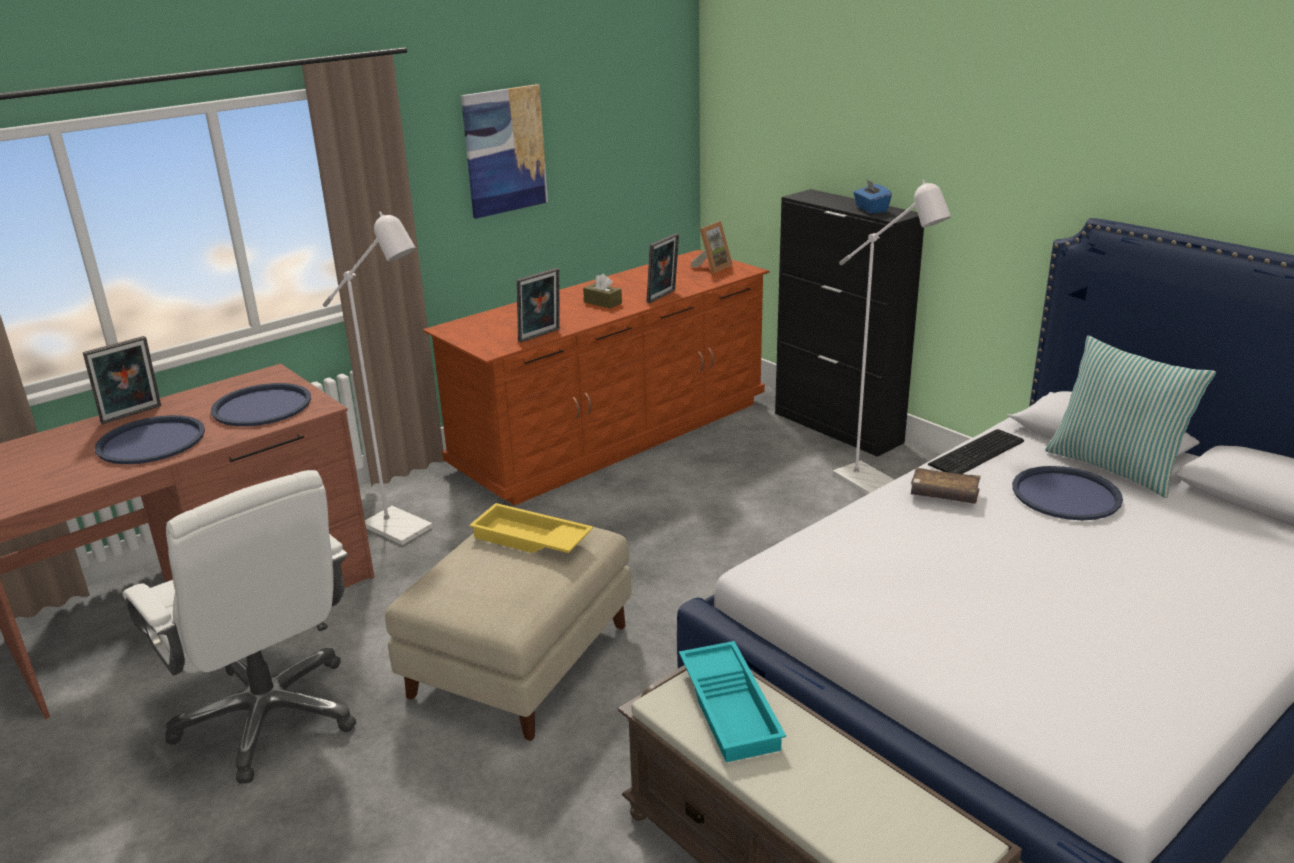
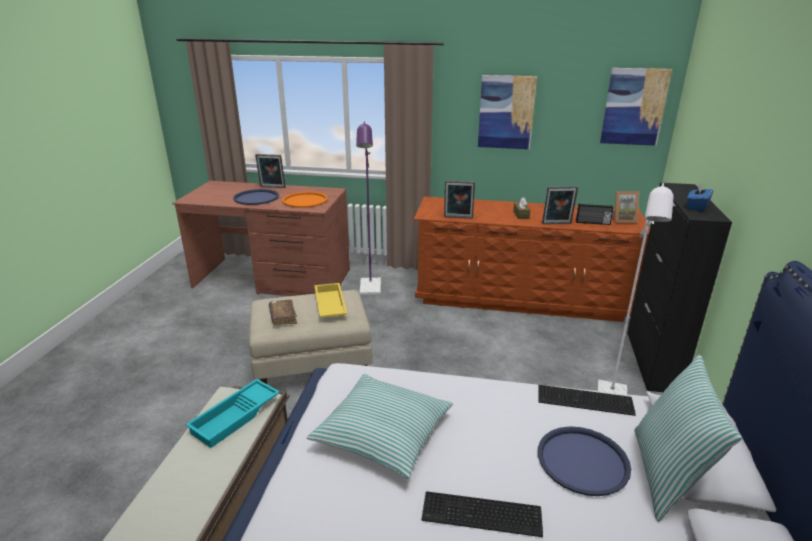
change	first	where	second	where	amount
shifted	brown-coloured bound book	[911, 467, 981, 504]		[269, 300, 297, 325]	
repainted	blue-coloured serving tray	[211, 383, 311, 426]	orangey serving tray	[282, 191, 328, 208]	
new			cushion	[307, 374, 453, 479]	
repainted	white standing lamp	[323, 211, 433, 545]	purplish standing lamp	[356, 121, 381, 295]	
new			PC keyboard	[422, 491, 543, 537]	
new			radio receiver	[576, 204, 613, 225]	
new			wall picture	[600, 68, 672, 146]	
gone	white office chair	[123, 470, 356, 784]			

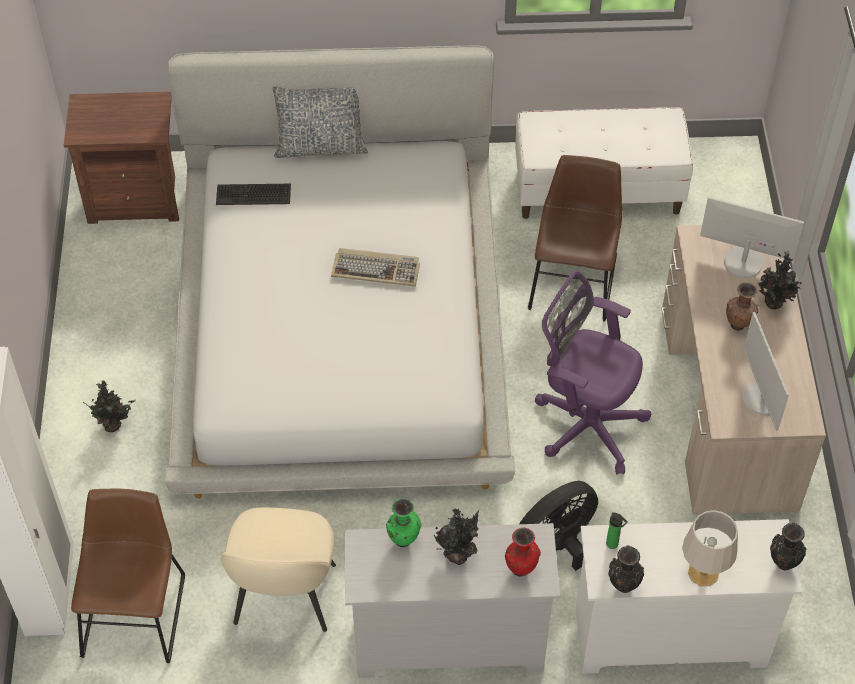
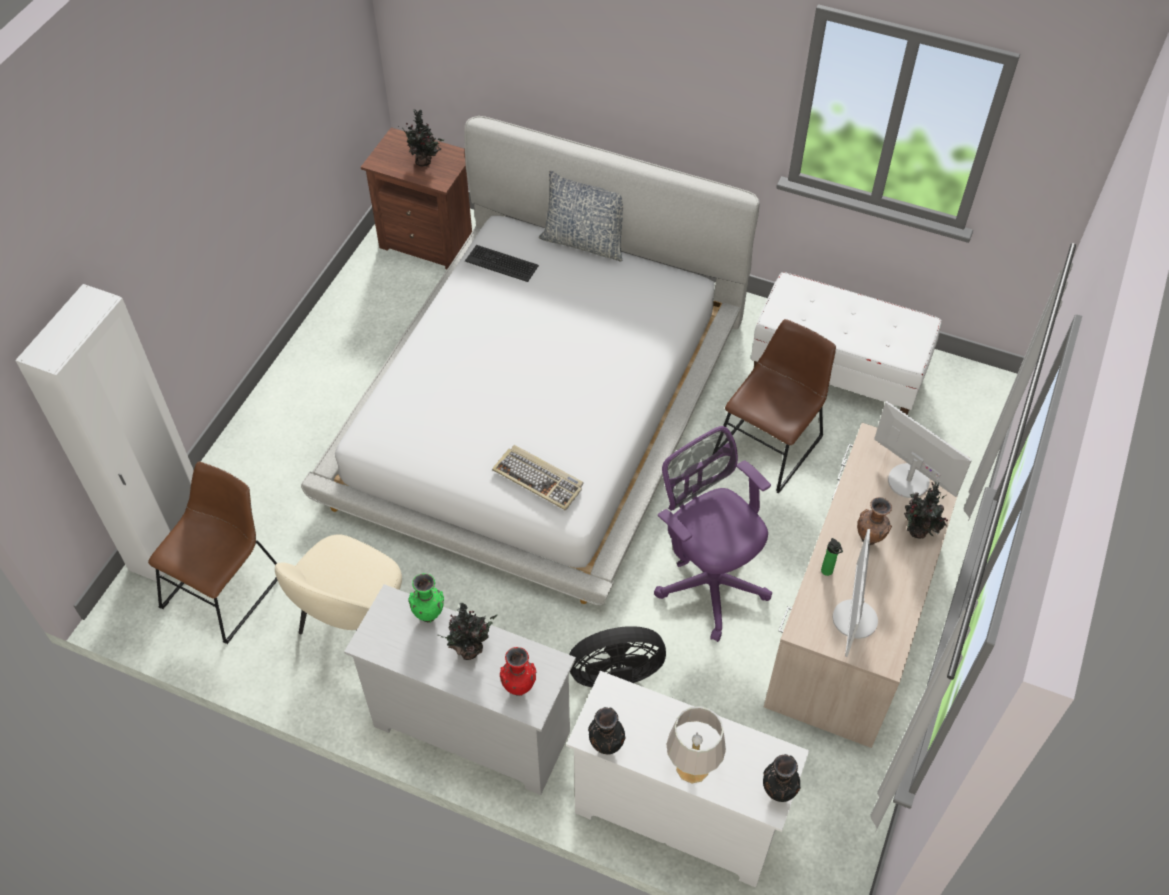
change	first	where	second	where	amount
shifted	potted plant	[80, 381, 136, 432]		[398, 110, 444, 167]	
shifted	PC keyboard	[331, 248, 420, 287]		[492, 445, 583, 510]	
shifted	drink bottle	[606, 512, 628, 549]		[821, 538, 843, 576]	

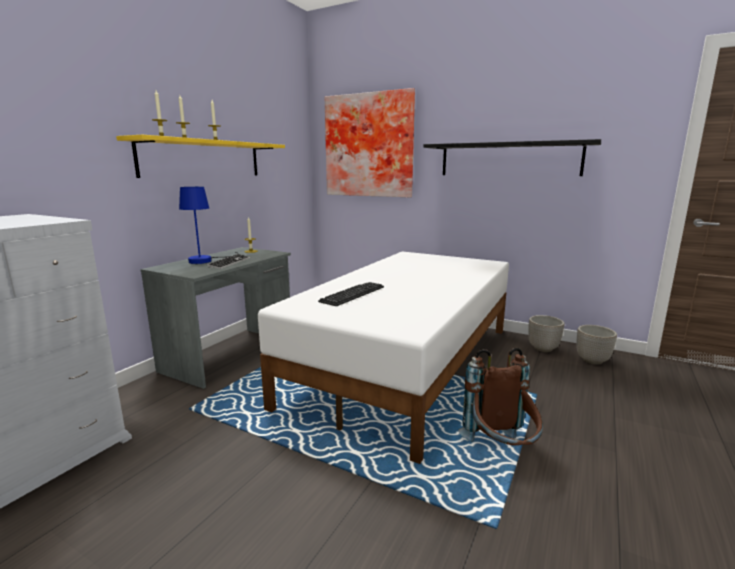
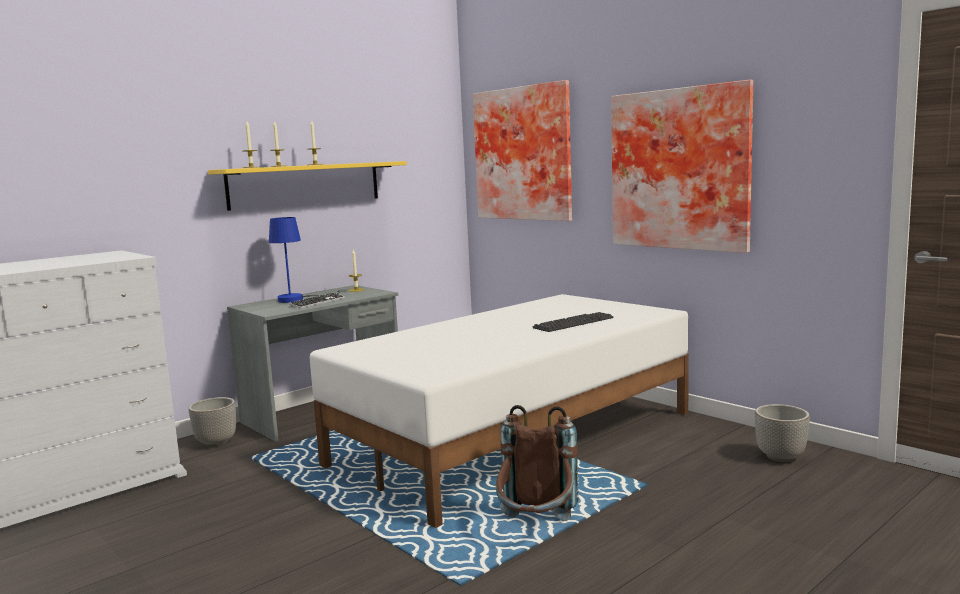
change	first	where	second	where	amount
shifted	flower pot	[528, 315, 564, 352]		[189, 397, 236, 447]	
shifted	PC keyboard	[318, 282, 384, 306]		[532, 312, 614, 332]	
swapped	black wall shelf	[423, 139, 601, 176]	wall picture	[611, 80, 753, 253]	

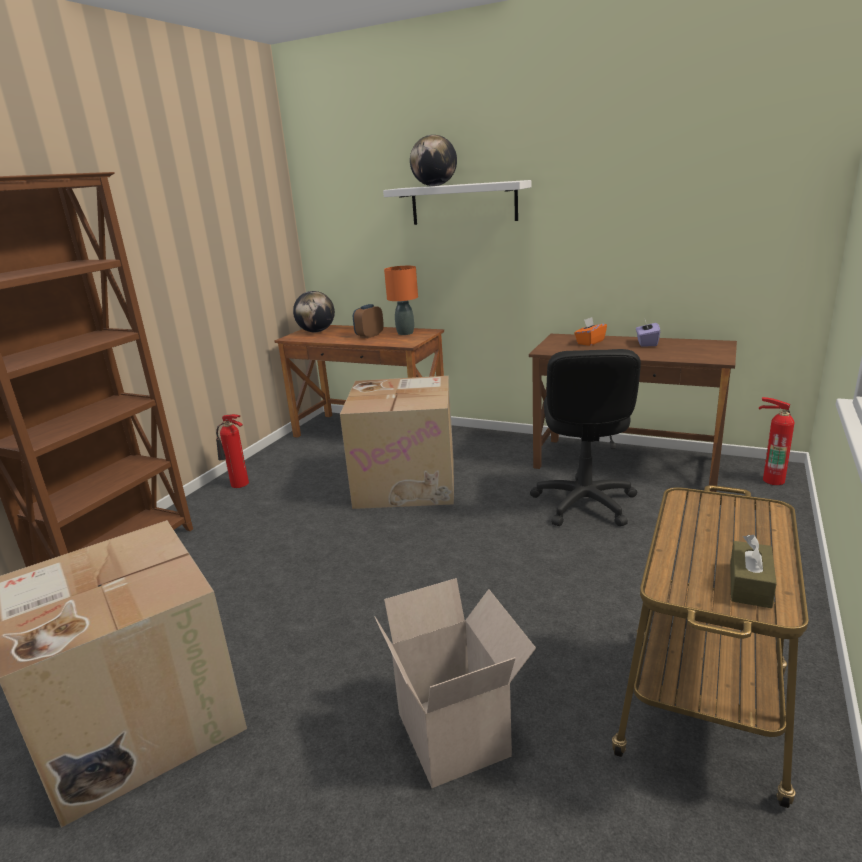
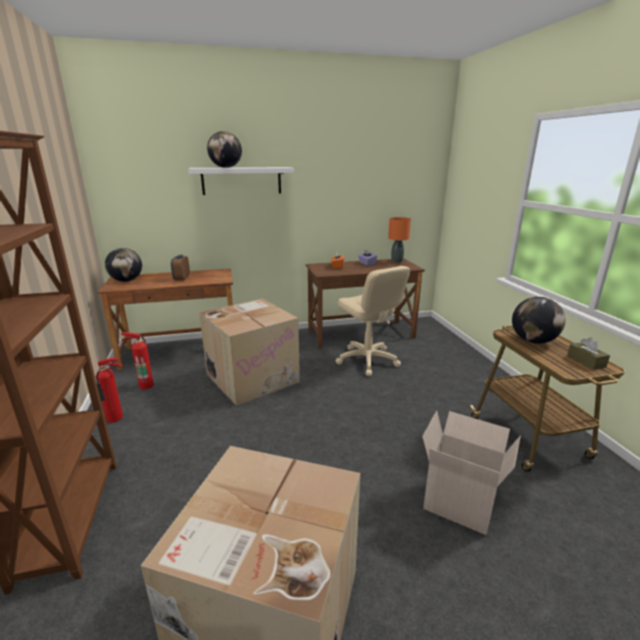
change	first	where	second	where	amount
shifted	extinguisher	[759, 397, 795, 485]		[121, 332, 154, 389]	
repainted	black office chair	[530, 349, 641, 526]	beige office chair	[336, 266, 410, 376]	
shifted	orangey table lamp	[384, 266, 418, 335]		[388, 217, 411, 263]	
new			desk globe	[512, 297, 565, 344]	

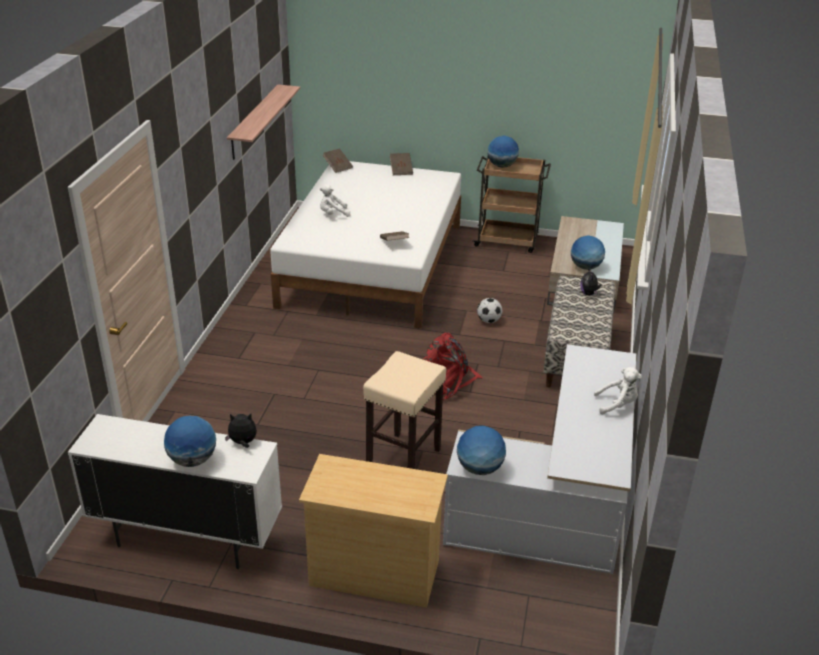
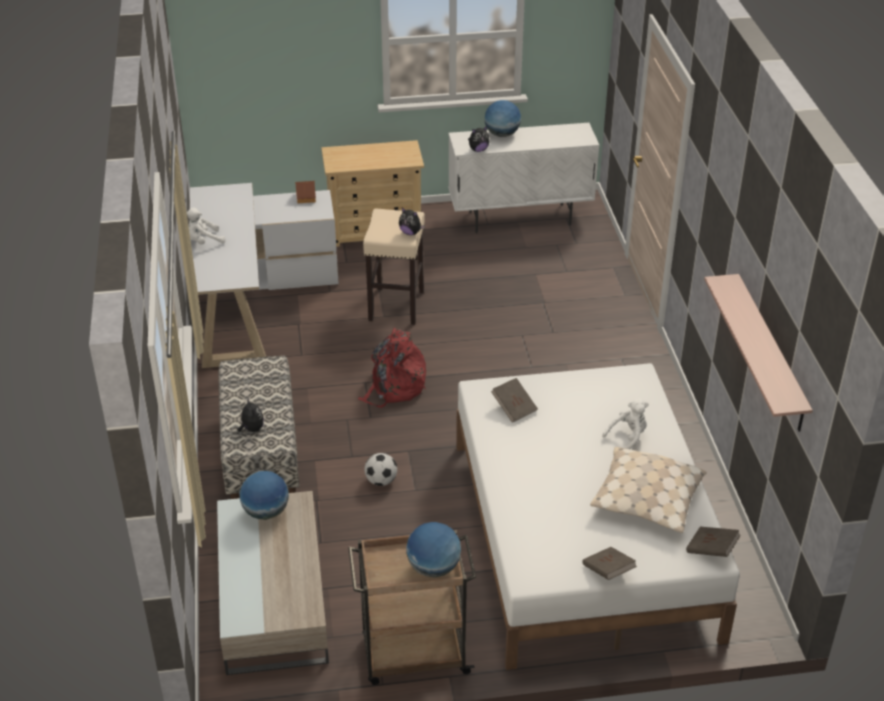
change	first	where	second	where	amount
swapped	desk globe	[457, 426, 506, 475]	toy house	[295, 181, 316, 204]	
new			plush toy	[399, 208, 425, 235]	
new			beige cushion	[590, 447, 707, 533]	

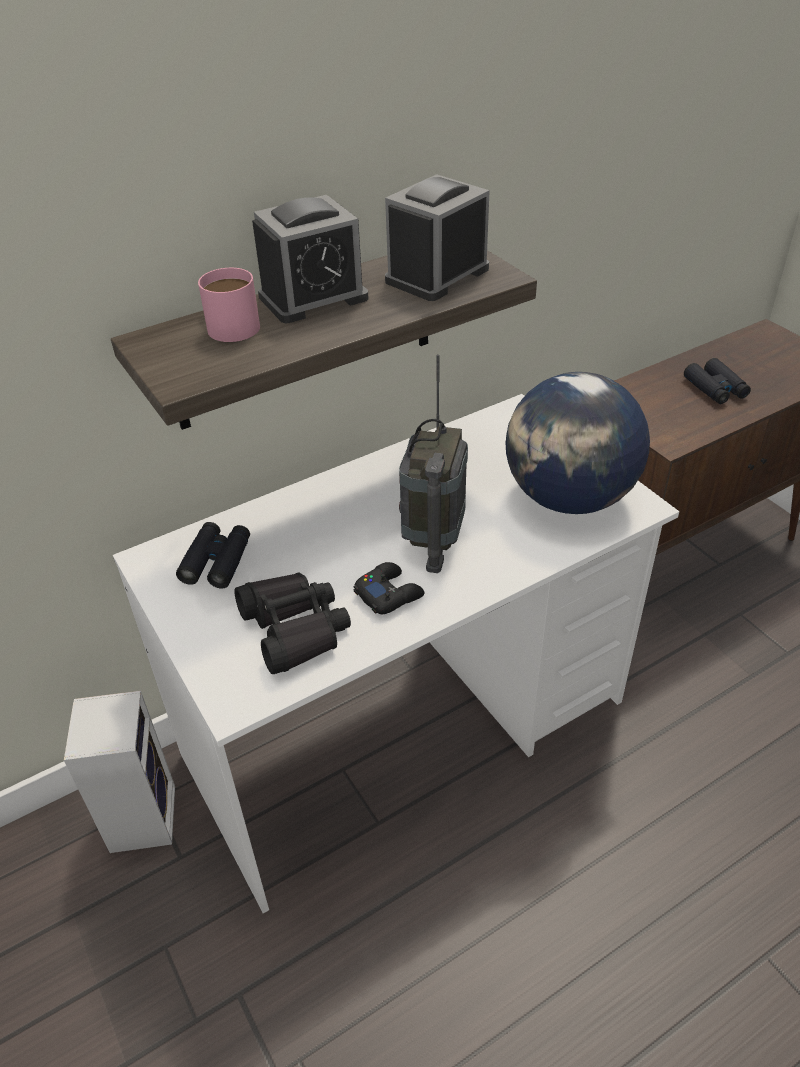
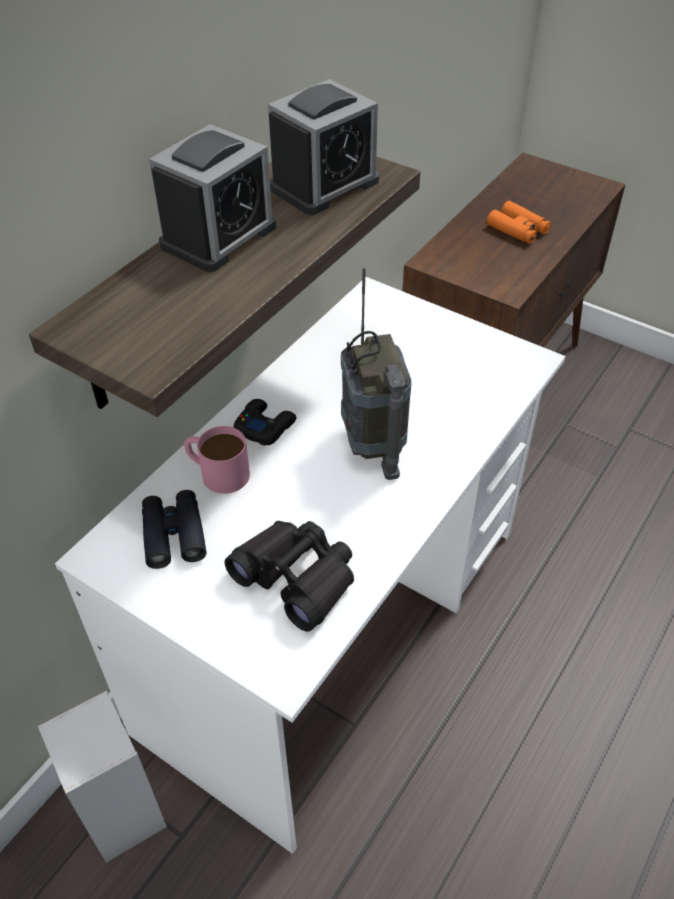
change	first	where	second	where	amount
shifted	pink-coloured tea mug	[198, 268, 260, 342]		[184, 426, 250, 494]	
shifted	black game controller	[353, 562, 424, 614]		[234, 399, 297, 446]	
rotated	bedside clock	[385, 174, 490, 301]		[268, 79, 379, 215]	150 degrees counterclockwise
repainted	black pair of binoculars	[684, 358, 751, 404]	orangey pair of binoculars	[487, 201, 551, 244]	
gone	desk globe	[506, 372, 650, 514]			

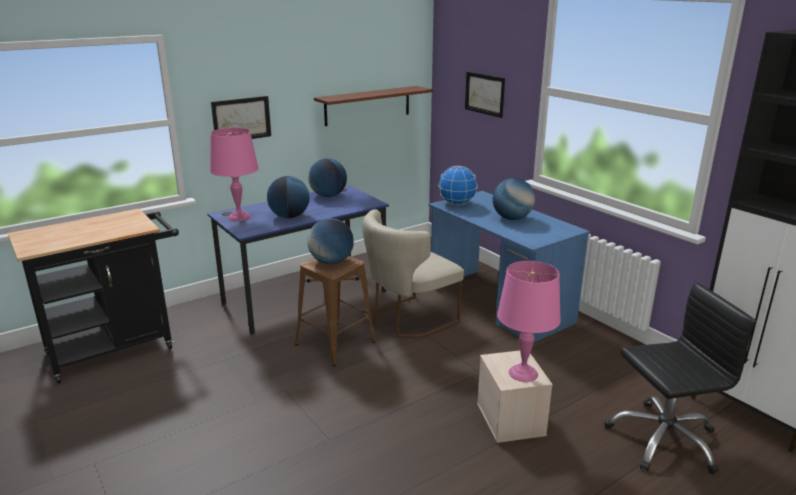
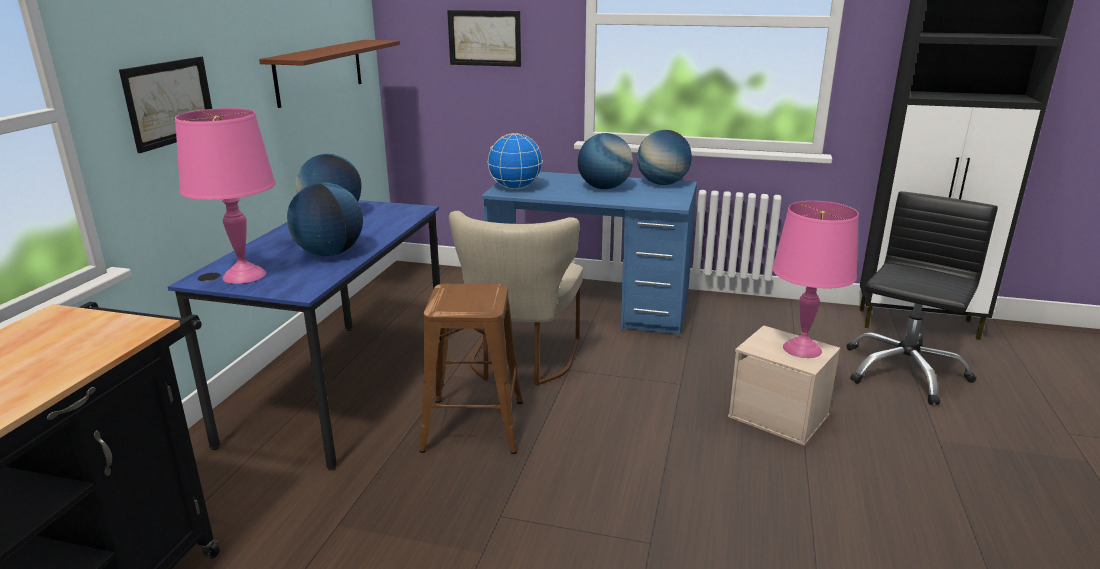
change	first	where	second	where	amount
shifted	desk globe	[308, 218, 354, 264]		[637, 130, 692, 185]	

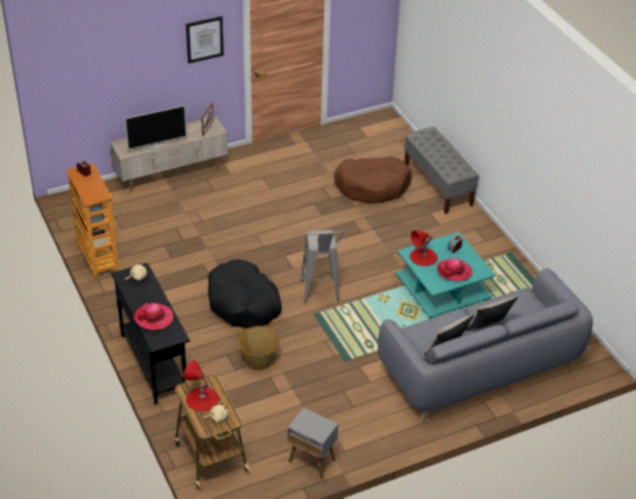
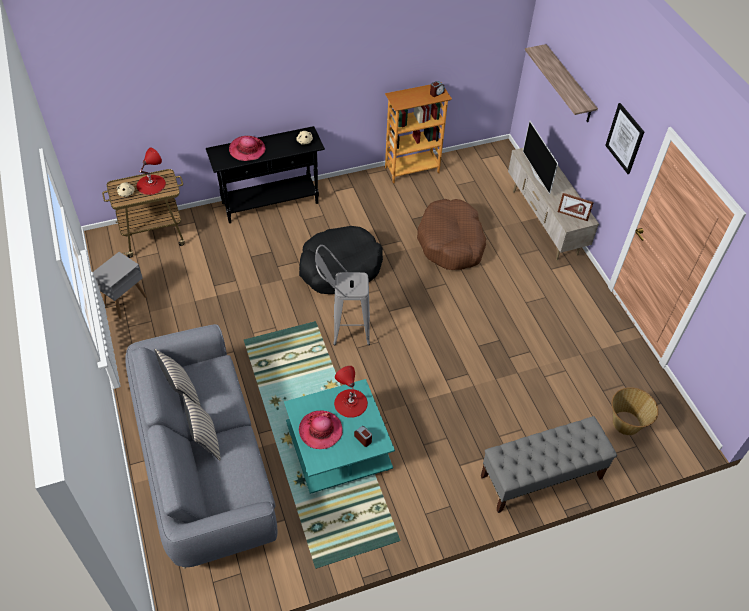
change	first	where	second	where	amount
shifted	brown-coloured pet bed	[334, 157, 412, 204]		[417, 199, 486, 270]	
new			wall shelf	[525, 44, 598, 122]	
shifted	household basket	[238, 326, 280, 371]		[611, 387, 659, 435]	

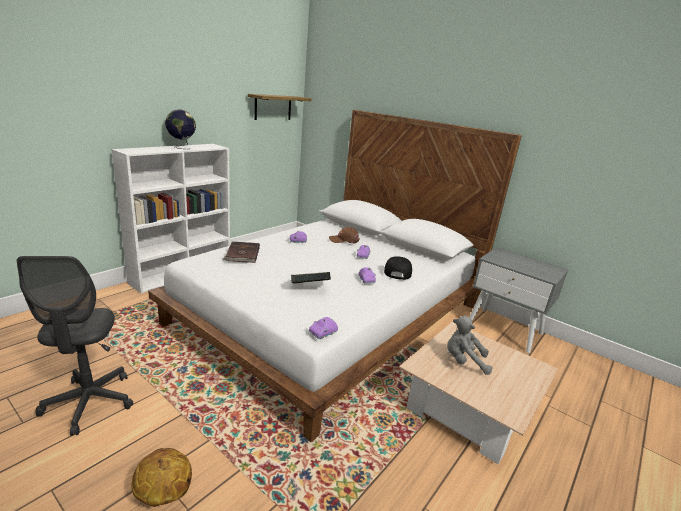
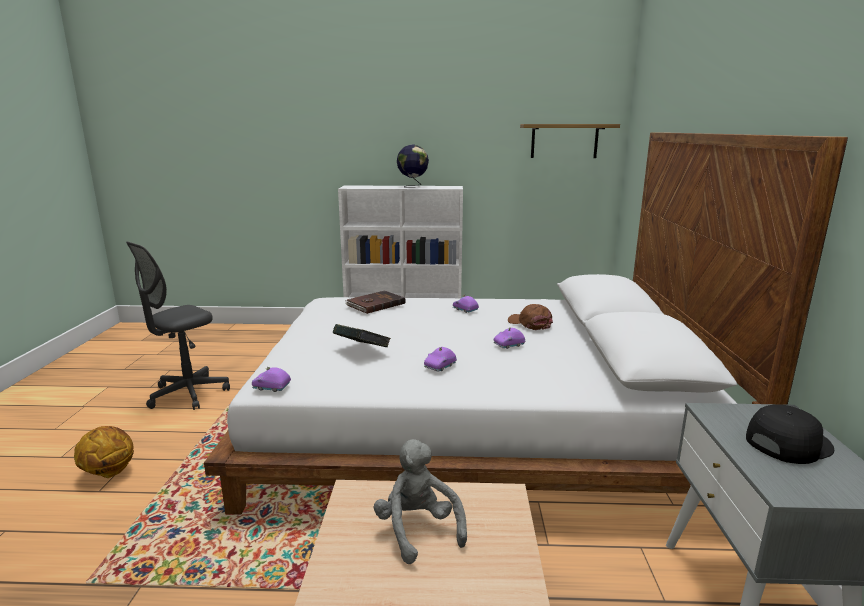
change	first	where	second	where	amount
shifted	black baseball cap	[384, 256, 412, 280]		[746, 405, 834, 464]	

